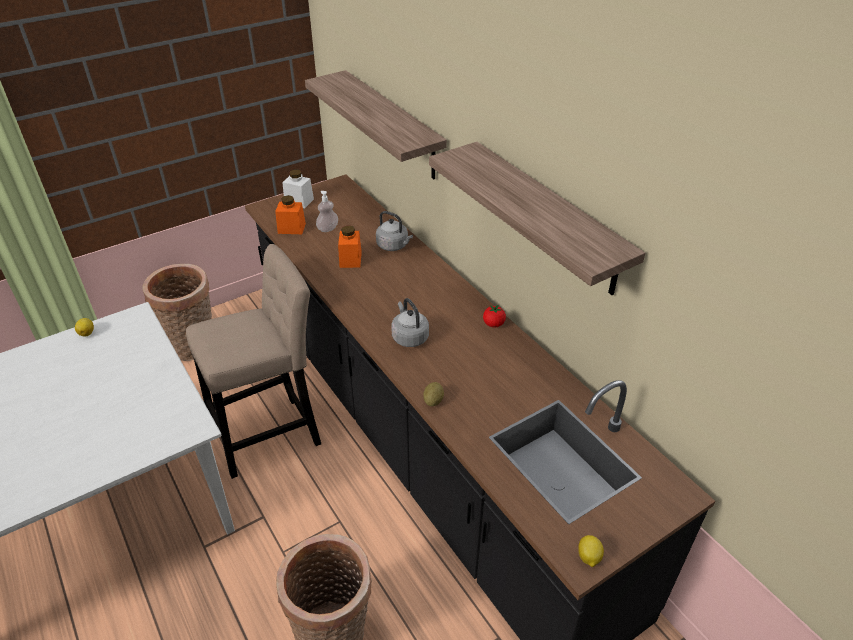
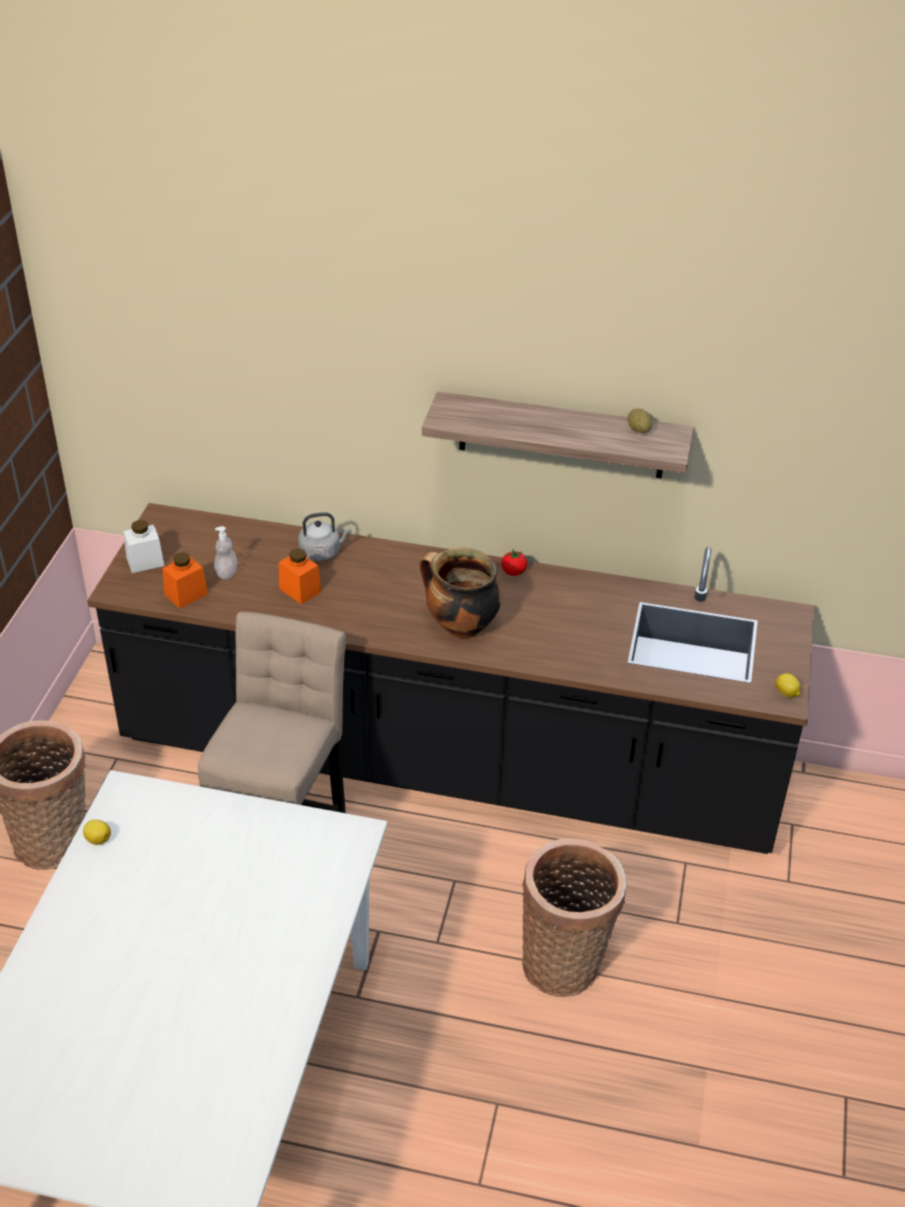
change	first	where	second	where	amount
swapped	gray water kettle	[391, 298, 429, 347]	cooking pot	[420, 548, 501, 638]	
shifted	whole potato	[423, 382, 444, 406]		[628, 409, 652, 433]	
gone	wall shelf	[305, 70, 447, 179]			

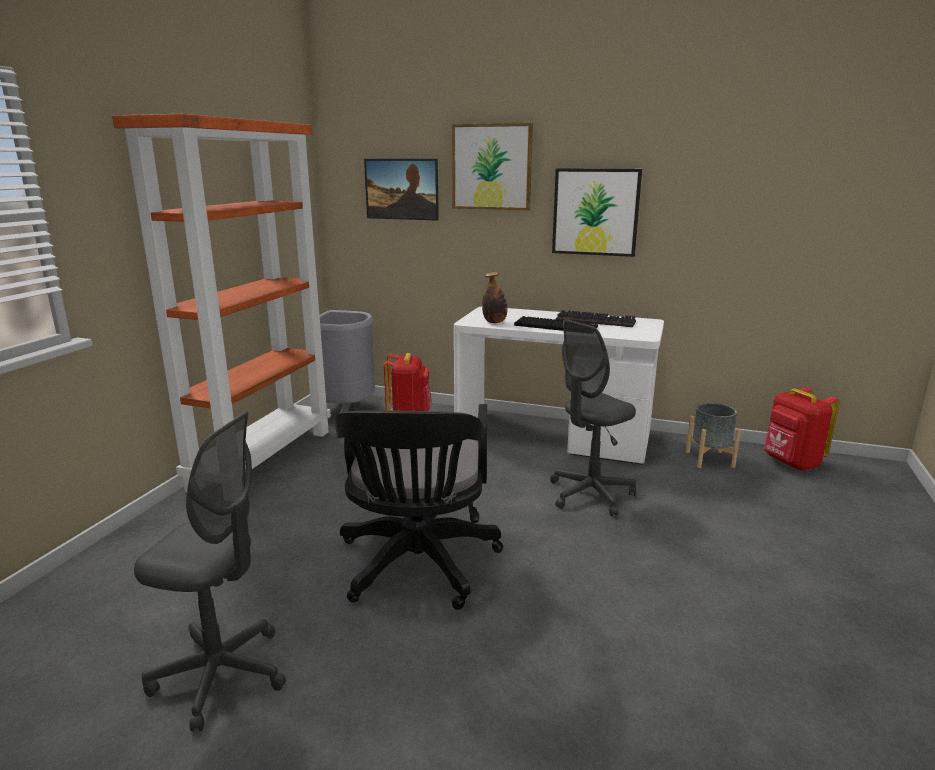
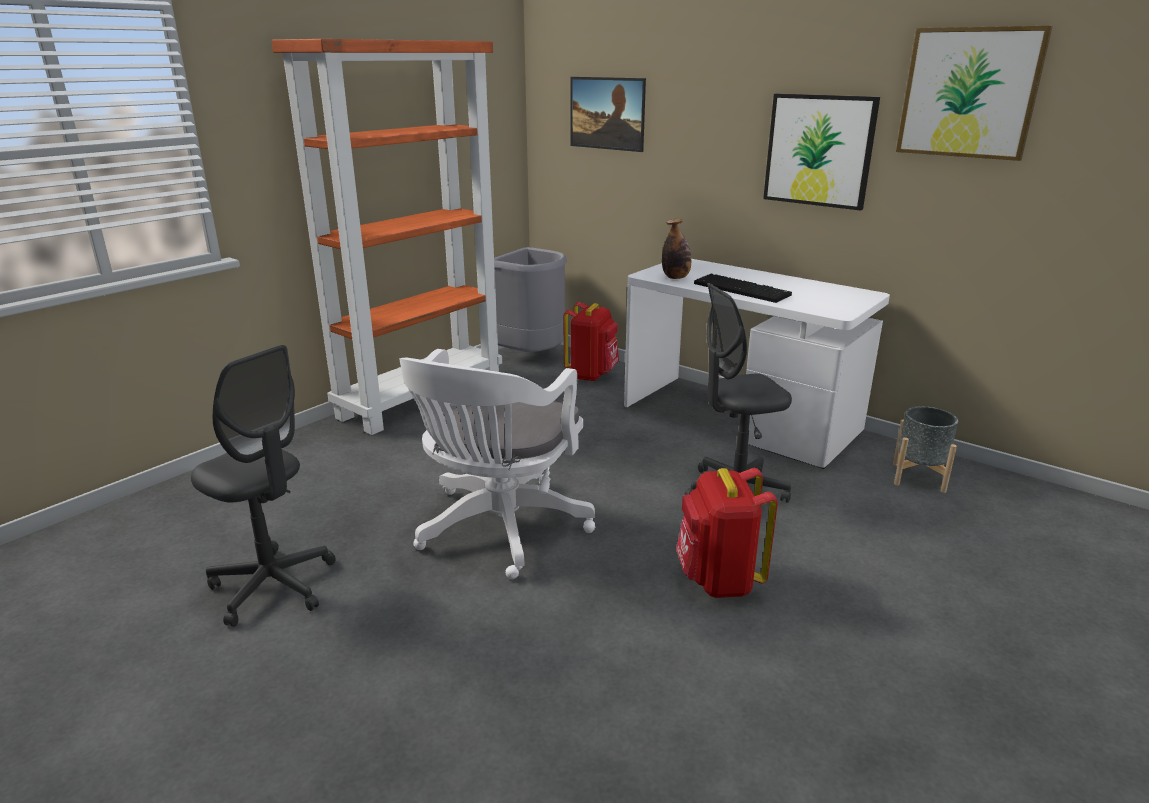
change	first	where	second	where	amount
repainted	black office chair	[334, 403, 503, 610]	white office chair	[399, 349, 595, 579]	
shifted	red-coloured backpack	[764, 387, 840, 471]		[676, 468, 778, 598]	
shifted	wall picture	[452, 123, 533, 210]		[896, 26, 1053, 161]	
gone	PC keyboard	[556, 310, 636, 327]			

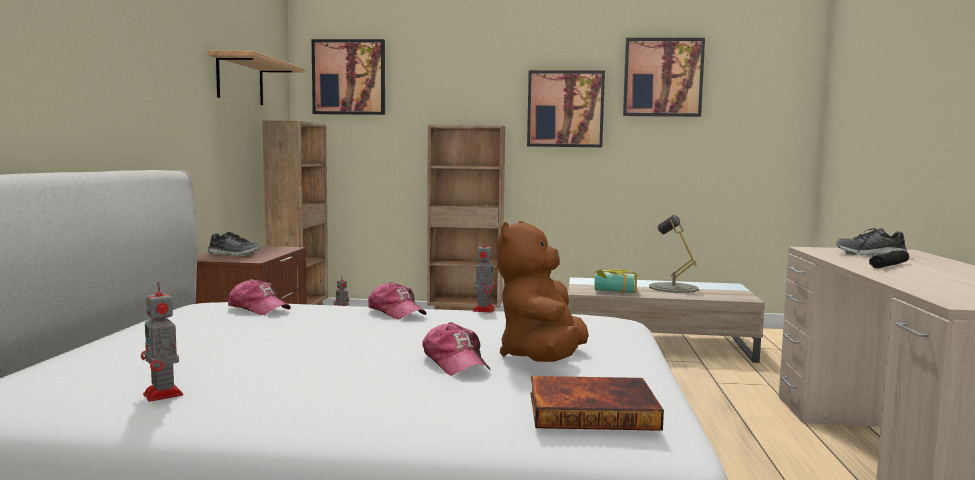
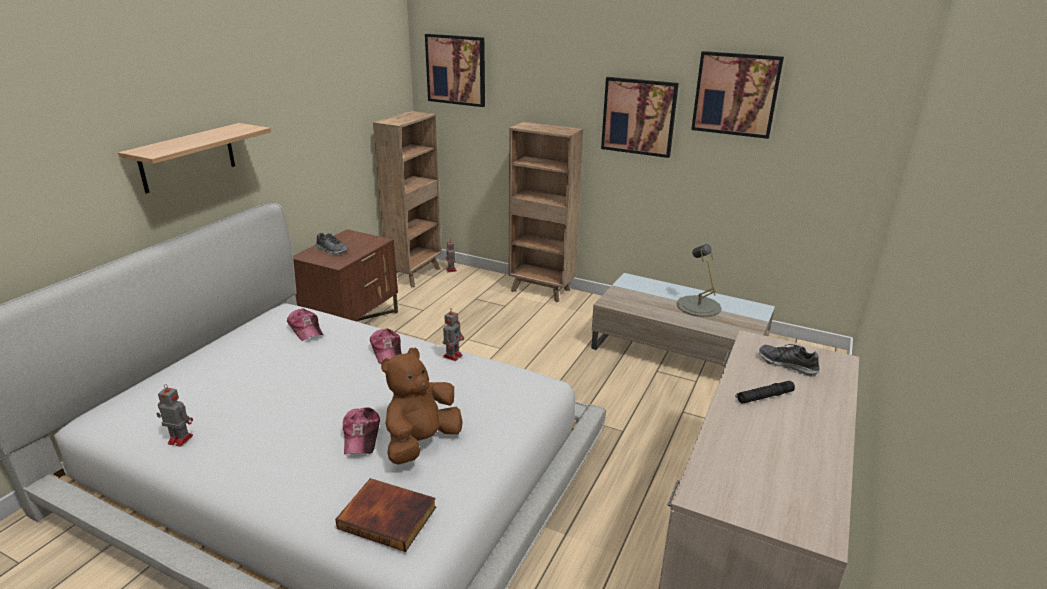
change	first	where	second	where	amount
shifted	wall shelf	[208, 51, 305, 105]		[118, 123, 271, 193]	
rotated	model robot	[141, 281, 183, 402]		[156, 384, 193, 447]	120 degrees clockwise
gone	bound book	[595, 269, 637, 293]			

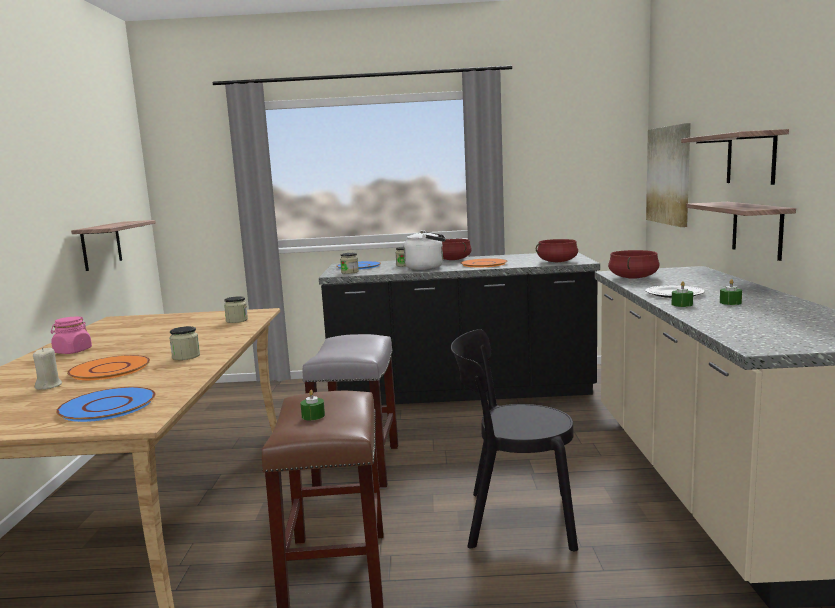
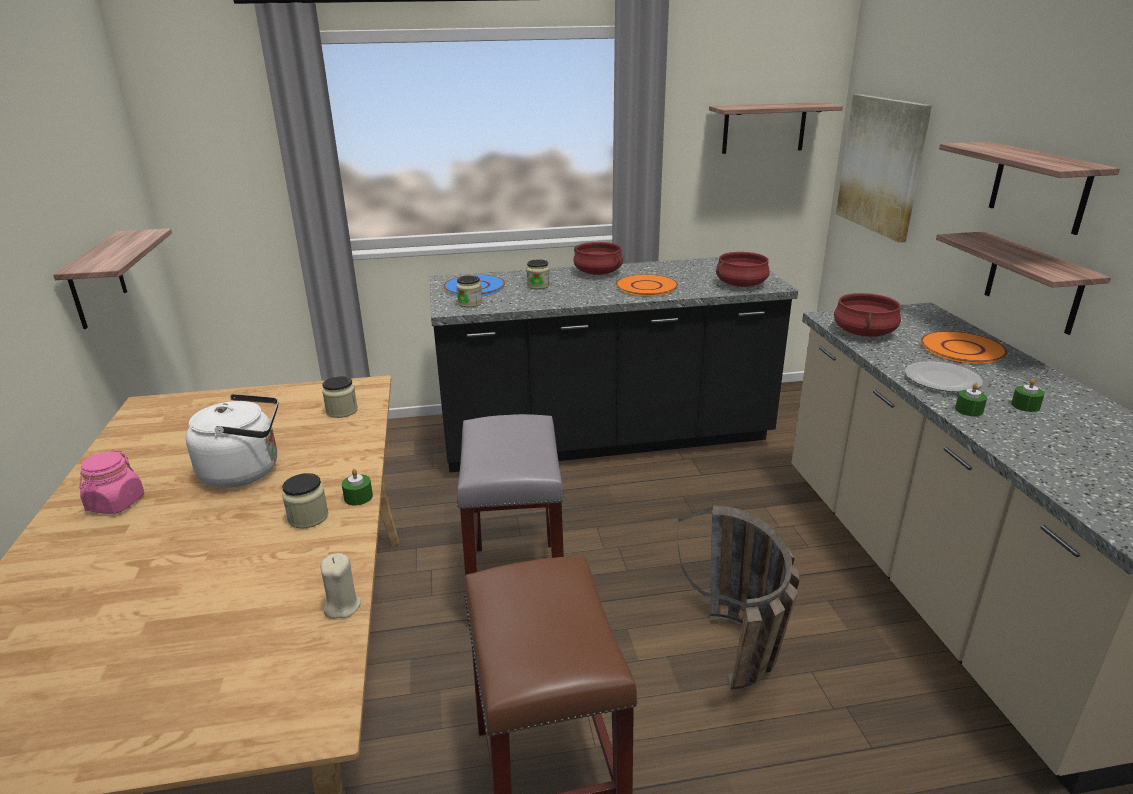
change	first	where	second	where	amount
shifted	white water kettle	[404, 230, 446, 270]		[186, 394, 278, 488]	
shifted	beige wax candle	[33, 347, 62, 390]		[321, 553, 361, 619]	
shifted	greenish wax candle	[300, 390, 325, 421]		[342, 469, 373, 506]	
swapped	black chair	[451, 329, 578, 551]	household basket	[677, 505, 800, 690]	
new			wall shelf	[709, 102, 843, 154]	
shifted	orangey dinner plate	[67, 355, 150, 380]		[921, 331, 1008, 364]	
gone	blue-coloured dinner plate	[56, 387, 156, 422]			

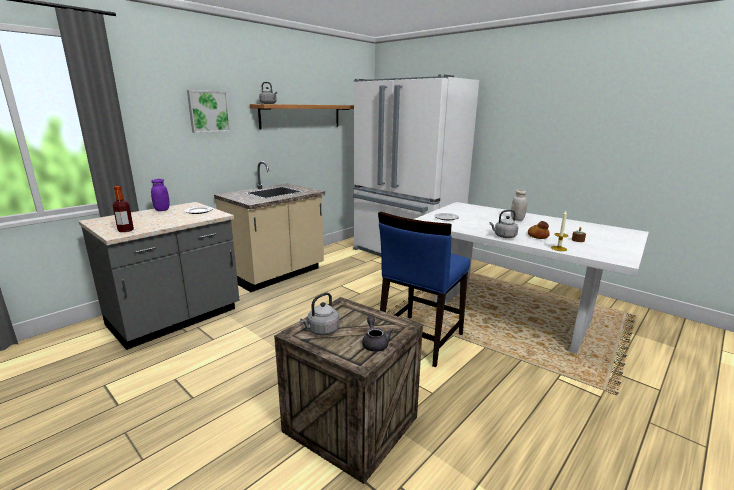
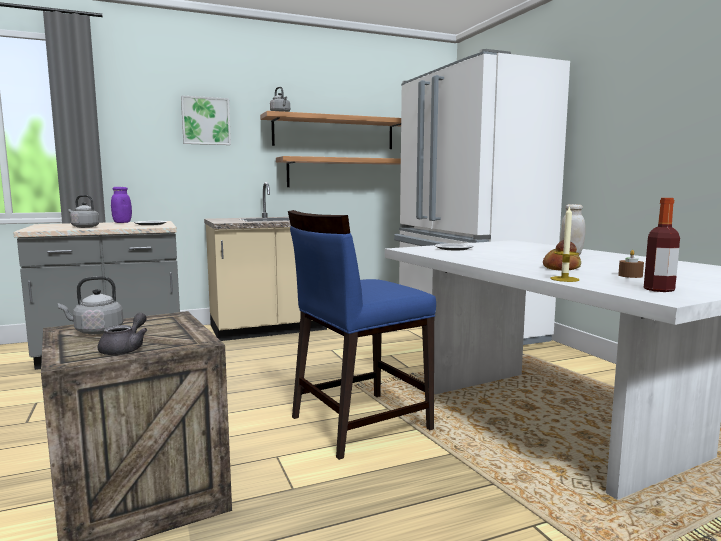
change	first	where	second	where	amount
shifted	gray water kettle	[490, 210, 518, 238]		[68, 195, 100, 228]	
new			wall shelf	[276, 156, 401, 187]	
shifted	drink bottle	[113, 186, 134, 232]		[644, 198, 680, 292]	

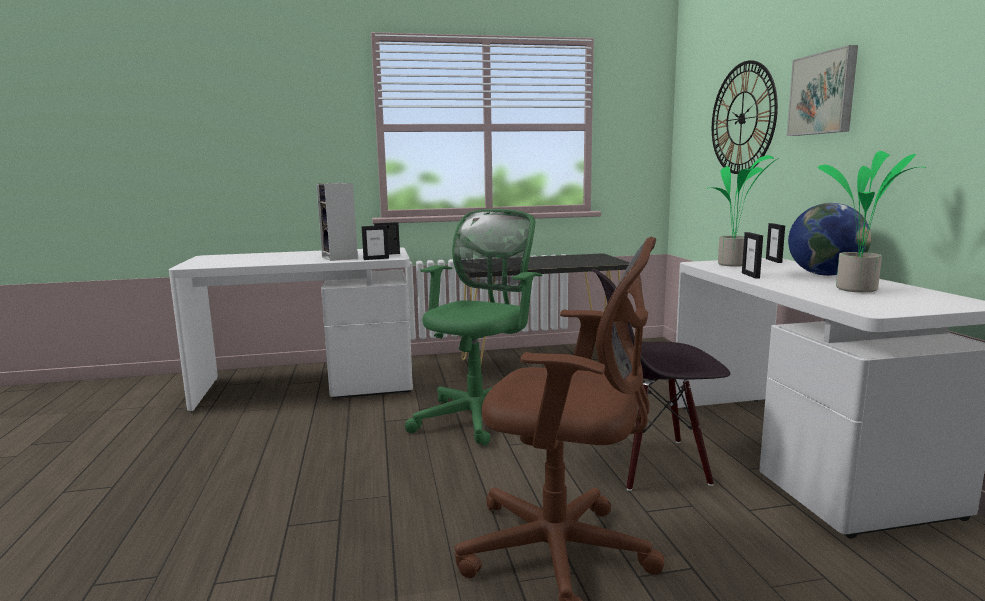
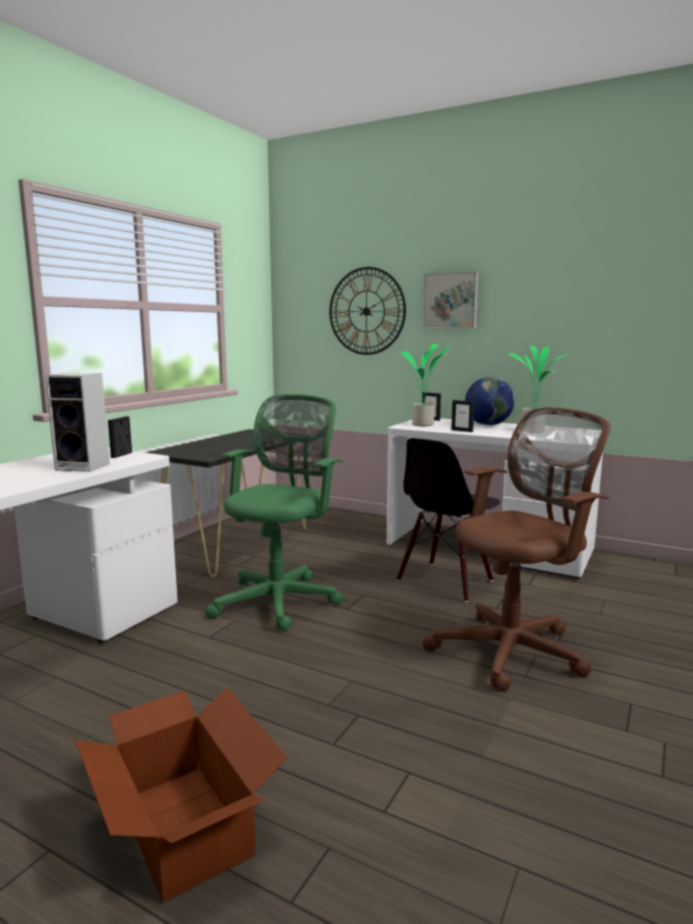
change	first	where	second	where	amount
new			carton	[75, 687, 288, 903]	
rotated	greenish office chair	[405, 209, 543, 446]		[206, 394, 343, 631]	45 degrees clockwise
gone	standing frame	[361, 225, 389, 260]			

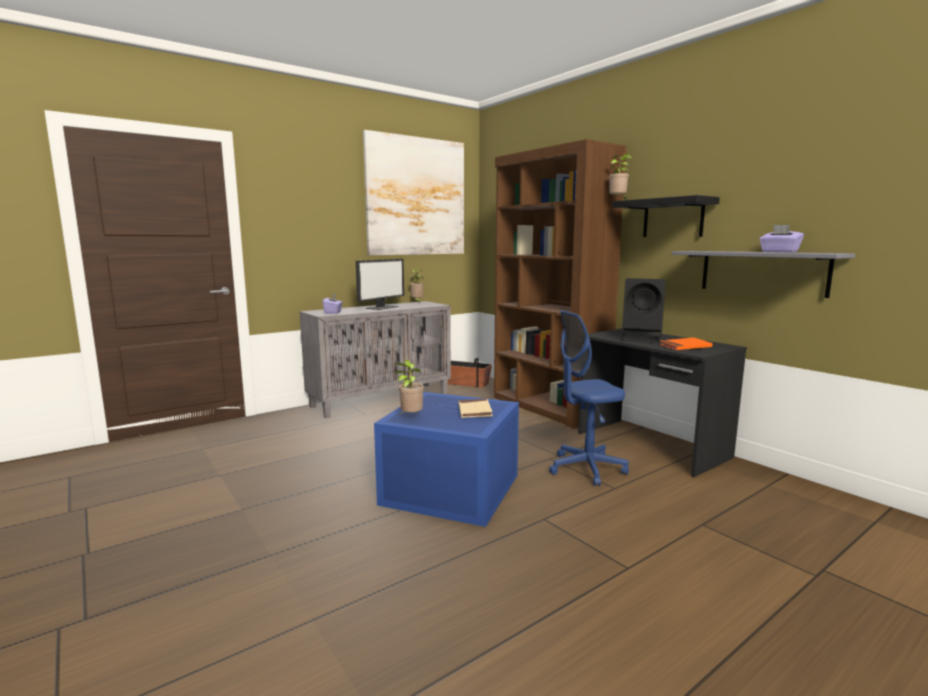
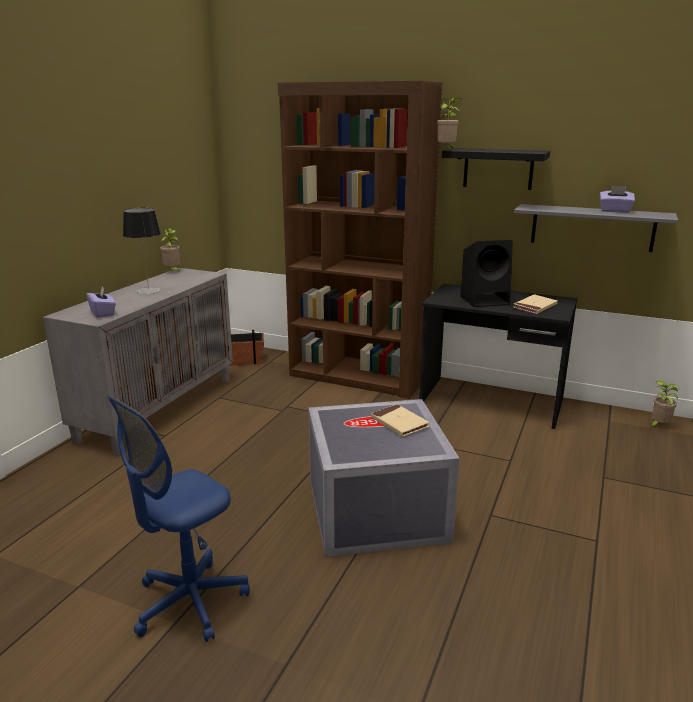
change	first	where	second	where	amount
shifted	blue-coloured office chair	[549, 310, 629, 486]		[107, 395, 250, 642]	
swapped	computer display	[356, 259, 404, 310]	table lamp	[123, 208, 161, 294]	
repainted	blue-coloured storage bin	[374, 392, 519, 527]	gray storage bin	[308, 399, 460, 557]	
repainted	orangey bound book	[660, 337, 712, 350]	beige bound book	[513, 294, 558, 314]	
shifted	potted plant	[394, 360, 424, 416]		[650, 381, 679, 428]	
gone	wall picture	[363, 130, 464, 255]			

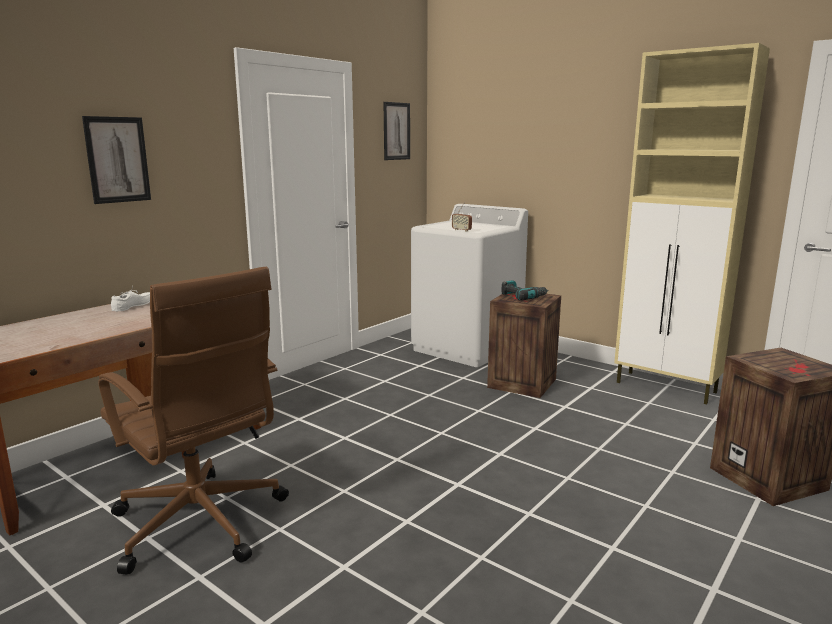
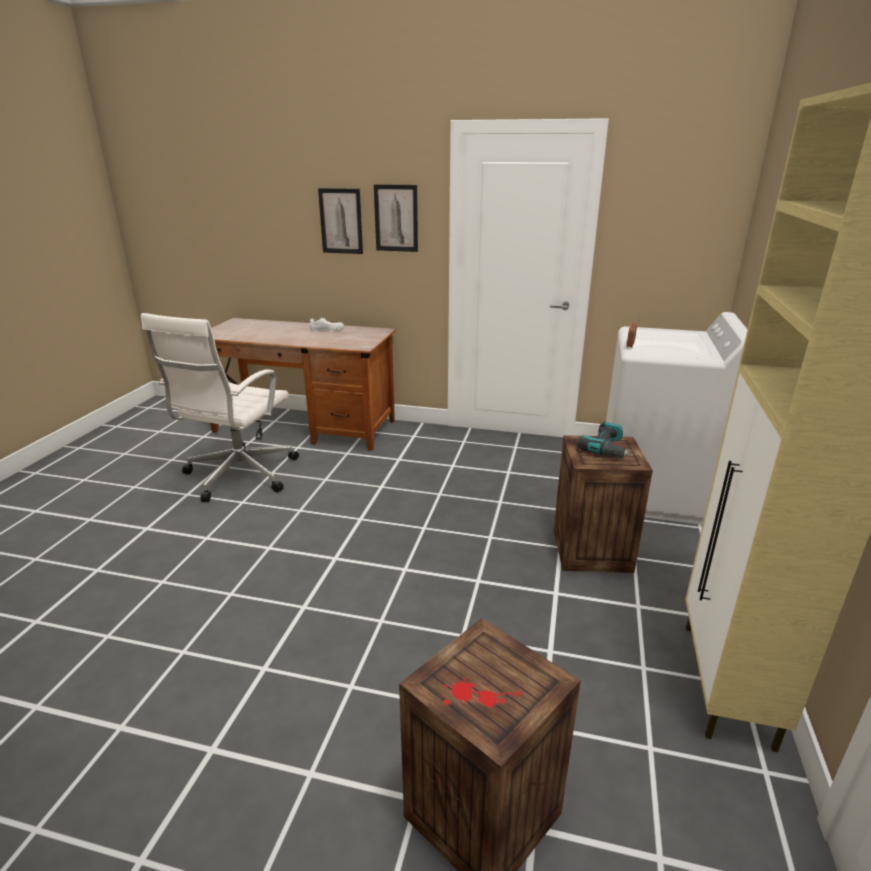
change	first	where	second	where	amount
repainted	brown-coloured office chair	[98, 267, 289, 574]	white office chair	[141, 313, 299, 502]	
shifted	wall picture	[384, 102, 410, 160]		[374, 184, 418, 252]	

